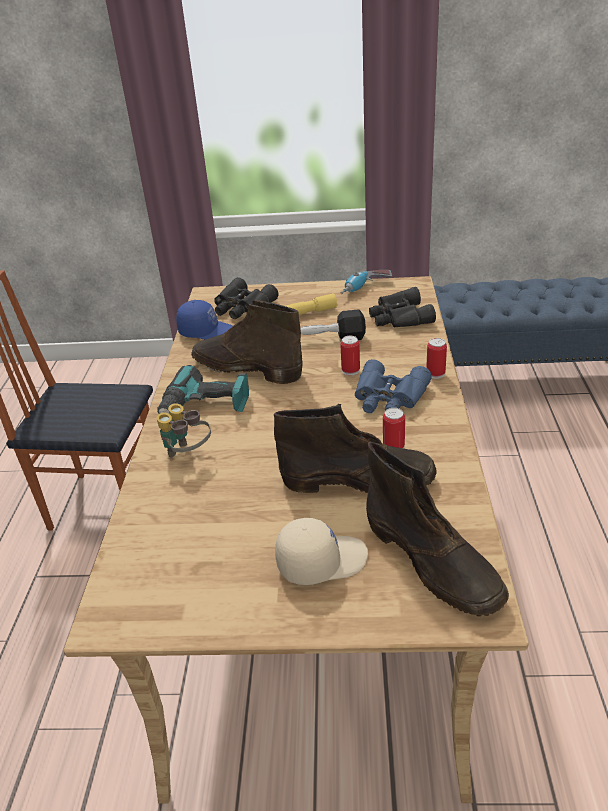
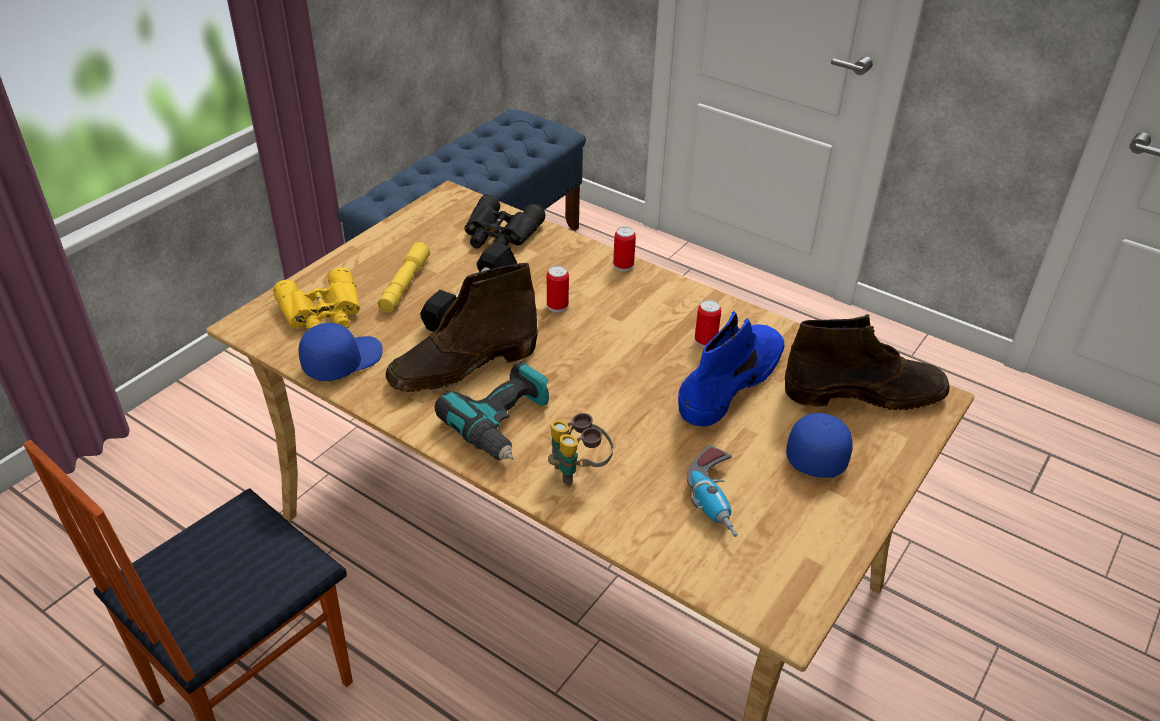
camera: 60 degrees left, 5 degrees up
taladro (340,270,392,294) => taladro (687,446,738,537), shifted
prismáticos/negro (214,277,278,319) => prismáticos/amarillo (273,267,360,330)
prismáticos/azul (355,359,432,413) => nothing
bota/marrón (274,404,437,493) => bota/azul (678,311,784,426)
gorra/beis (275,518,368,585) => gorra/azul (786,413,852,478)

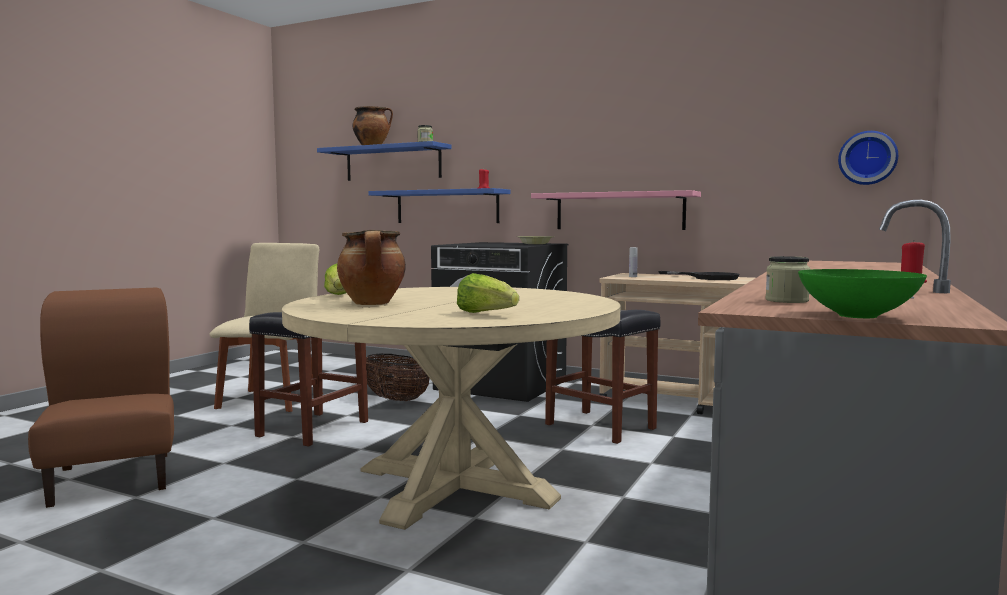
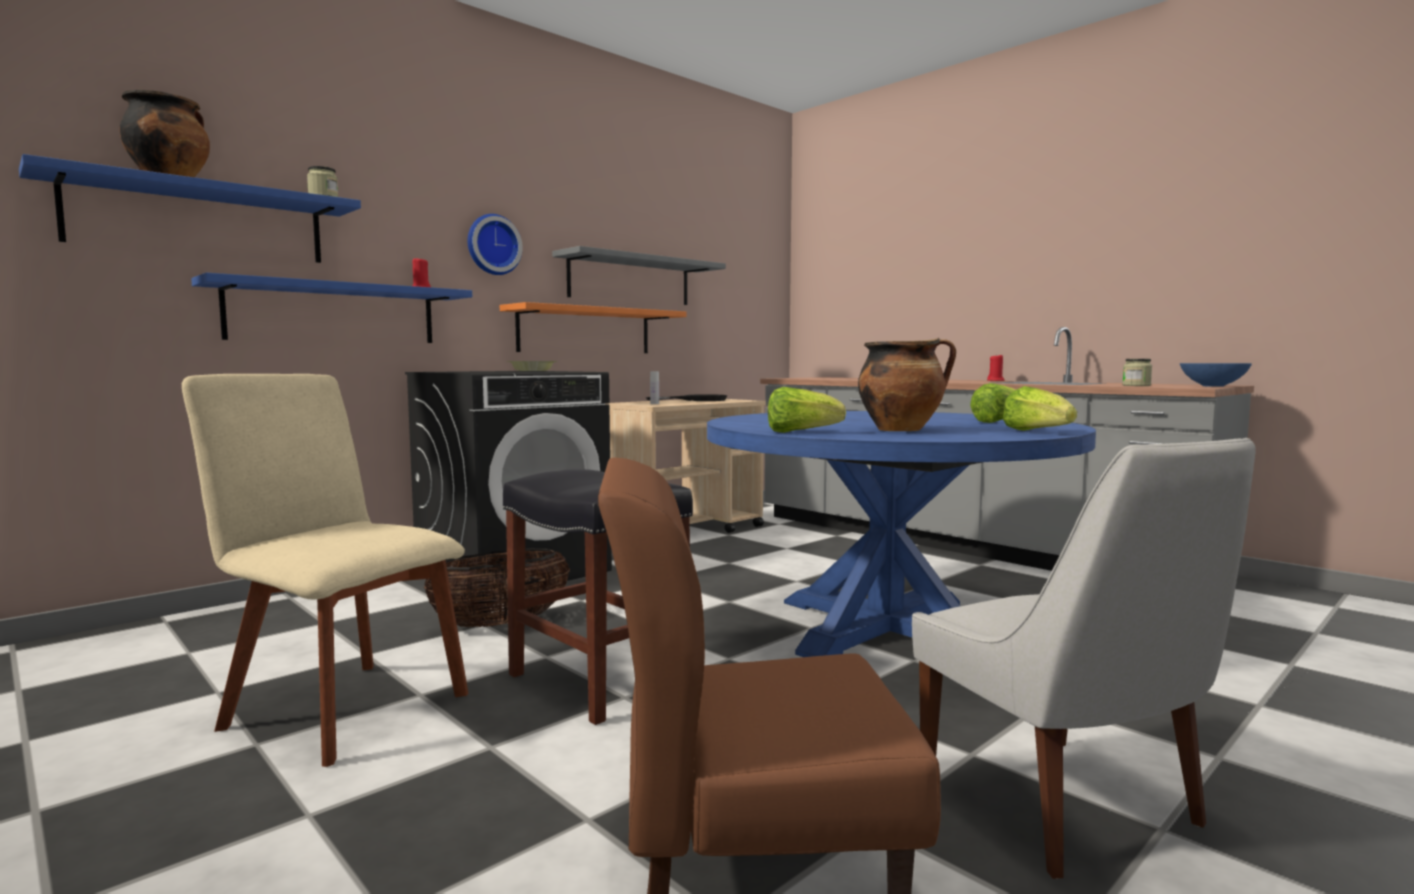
camera: 70 degrees left, 0 degrees up
reloj de pared (838,131,898,185) => reloj de pared (468,214,523,275), shifted
estante/rosa (531,190,701,230) => estante/naranja (500,302,687,353)
cuenco/verde (798,269,927,318) => cuenco/azul (1180,363,1252,387)
mesa de comedor/beis (282,287,620,530) => mesa de comedor/azul (707,411,1096,657)
taburete/negro (545,310,660,444) => nothing
nothing => estante/gris (552,246,726,305)
nothing => lechuga (1003,386,1077,431)
nothing => silla/blanco (912,438,1256,879)

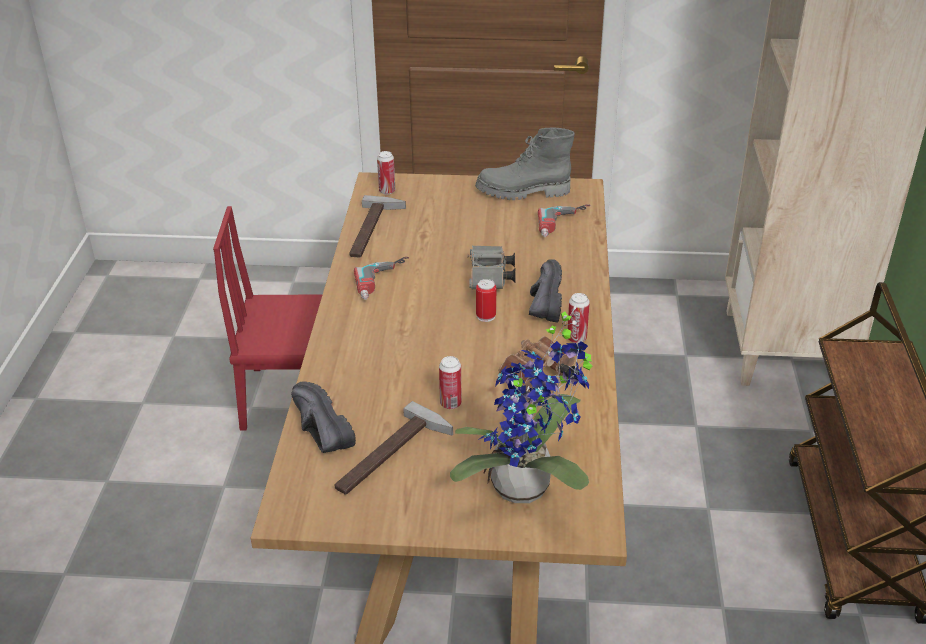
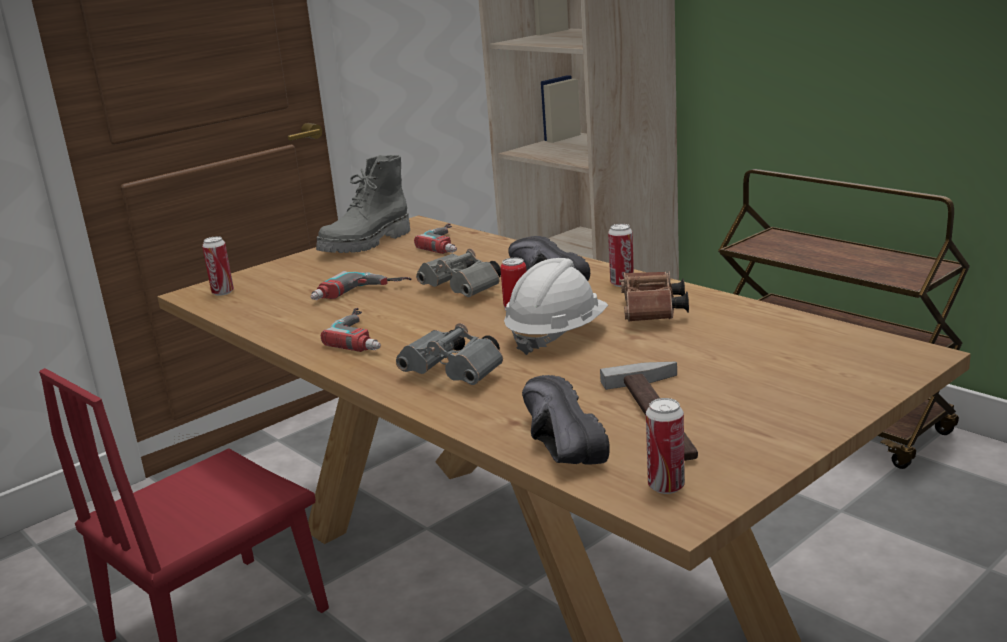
camera: 45 degrees left, 15 degrees down
martillo (349,195,406,258) => nothing
planta en maceta (450,305,592,503) => nothing
lata (439,356,462,409) => lata (646,398,685,494), shifted
zapato/negro (291,381,356,453) => zapato/negro (522,375,610,465), 60 degrees clockwise
nothing => casco/blanco (504,258,608,355)
nothing => taladro (310,271,411,300)
nothing => prismáticos/gris (396,323,503,385)

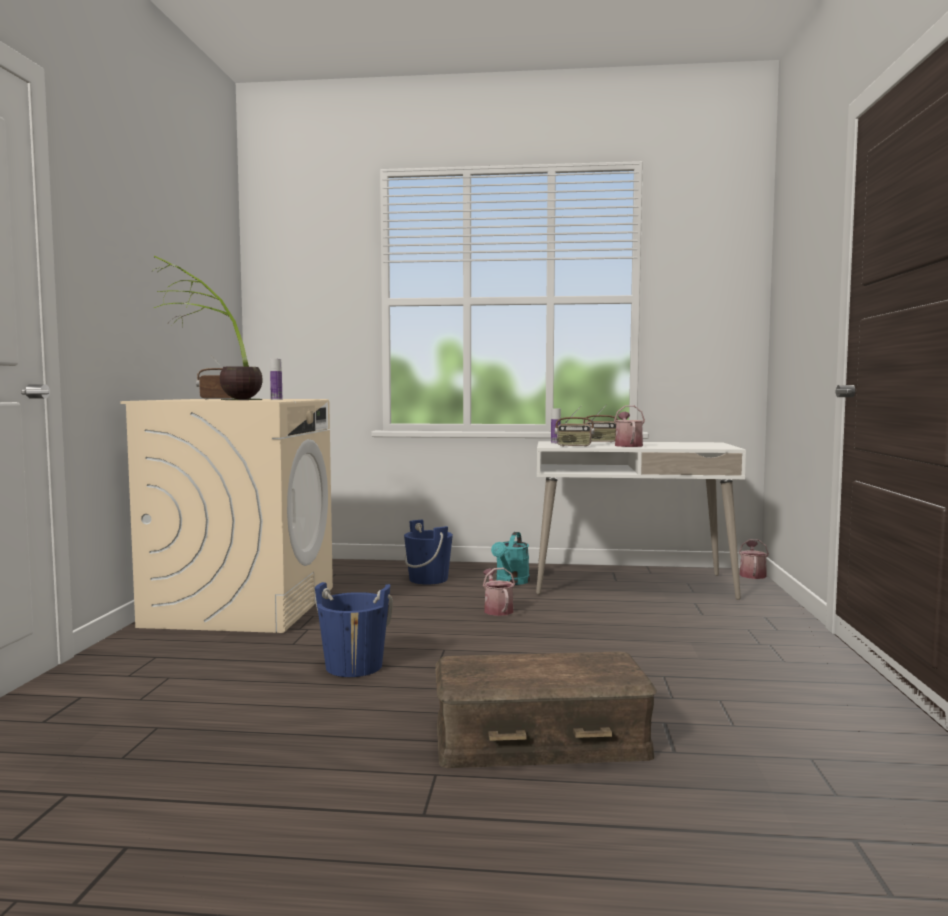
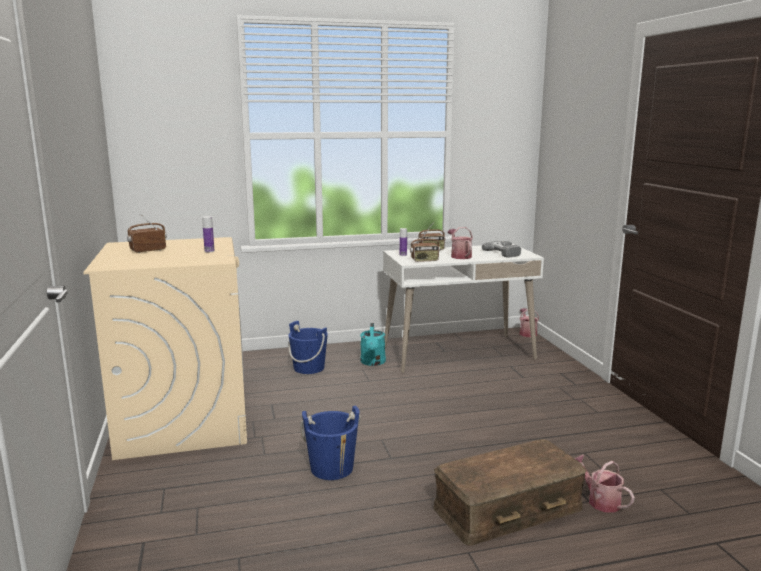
camera: 20 degrees left, 10 degrees up
planta en maceta (154,256,263,400) => nothing
regadera (483,568,515,616) => regadera (574,455,635,513), shifted
nothing => taladro (482,241,521,258)

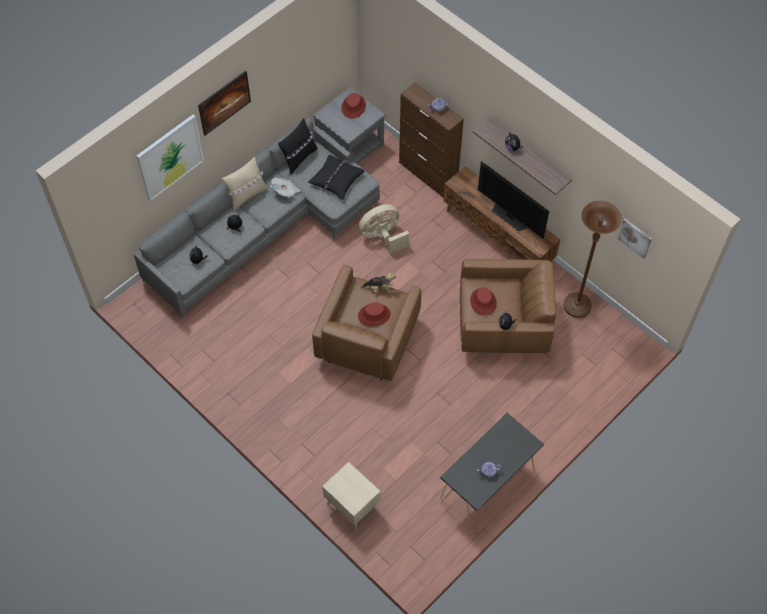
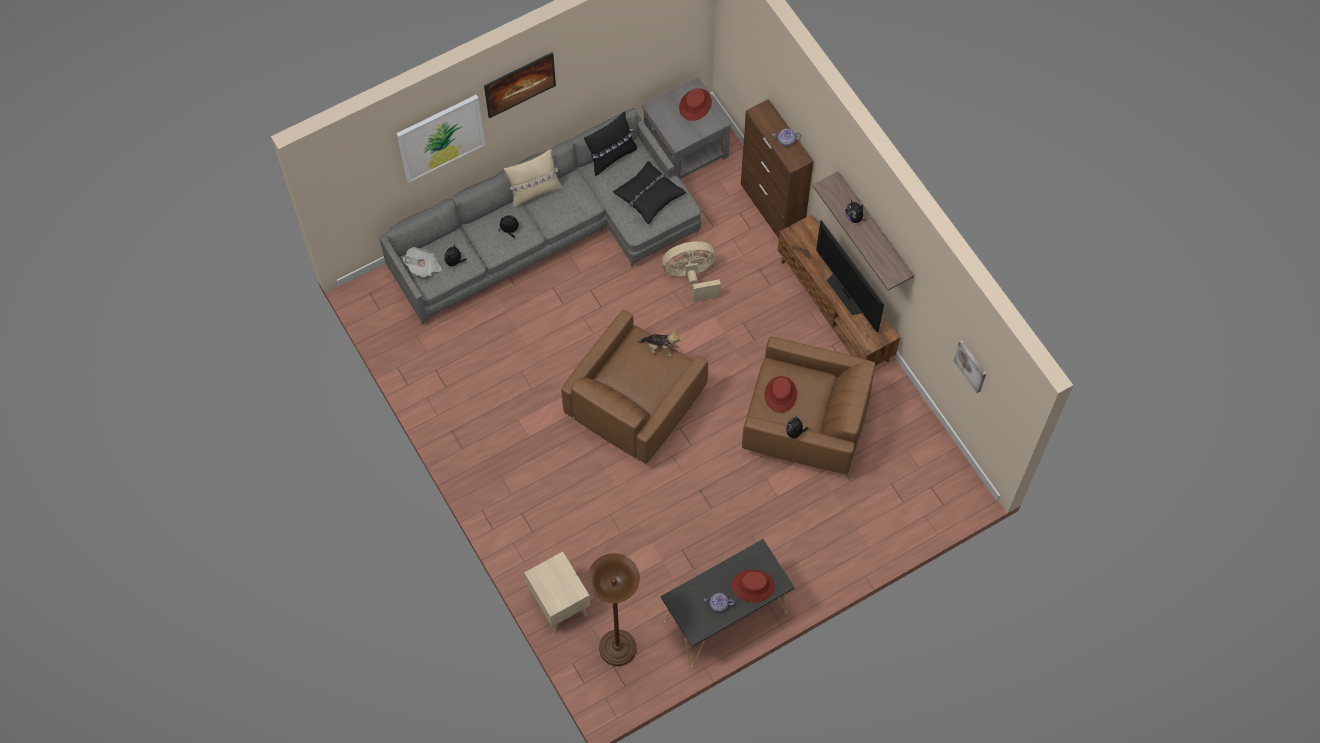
camera: 15 degrees right, 5 degrees up
periódico (270,177,300,197) => periódico (403,247,442,278), shifted
lámpara de pie/marrón (564,201,622,318) => lámpara de pie/marrón (587,553,640,666), shifted
sombrero/rojo (358,302,391,327) => sombrero/rojo (732,570,775,602), shifted

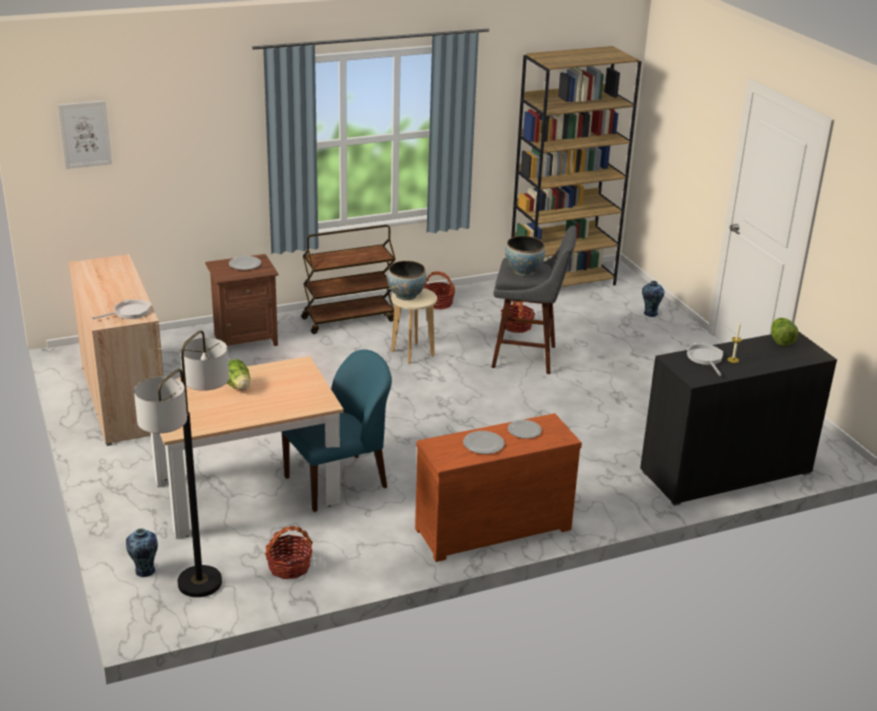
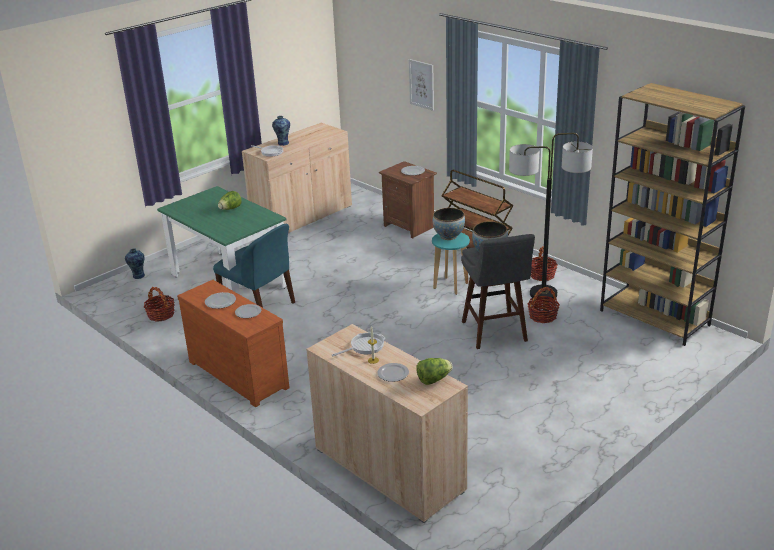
camera: 70 degrees right, 0 degrees up
cuadro (58,101,112,169) => cuadro (409,59,434,111), shifted
florero (642,281,664,317) => florero (272,116,290,146), shifted
taburete/beis (391,288,437,364) => taburete/turquesa (432,233,470,295)
lámpara de pie (134,330,229,597) => lámpara de pie (509,133,593,298), shifted
armario/negro (640,331,837,506) => armario/beis (306,324,468,523)
mesa de comedor/beis (151,356,344,538) => mesa de comedor/verde (157,186,287,295)
nothing => plato (377,363,409,382)

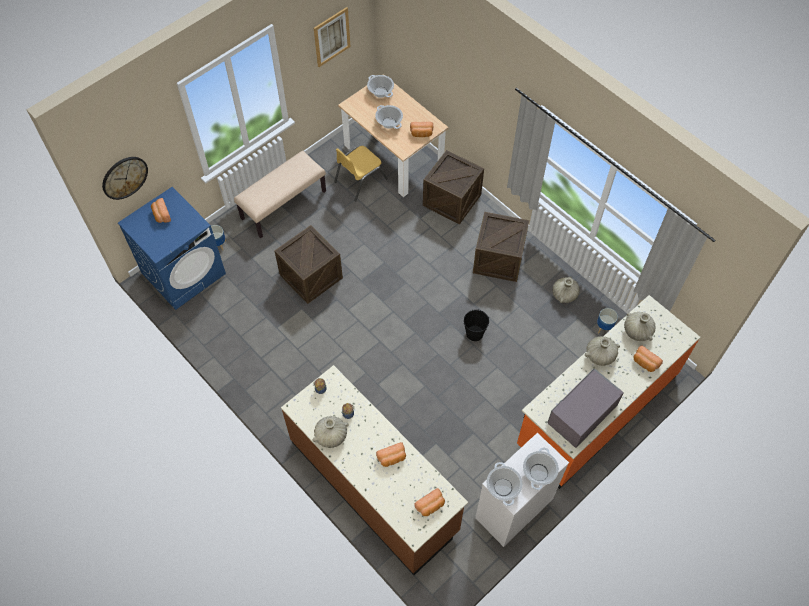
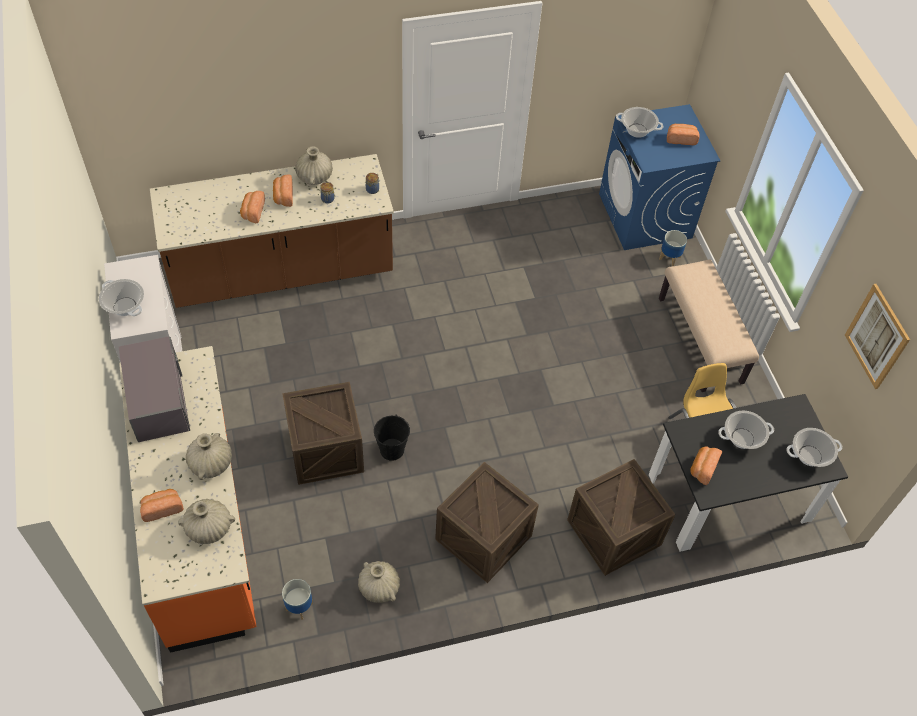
camera: 115 degrees right, 5 degrees down
mesa de comedor/beis (338,74,448,197) => mesa de comedor/negro (649,394,848,552)
reloj de pared (102,157,148,200) => nothing
caja de embalaje (274,225,343,304) => caja de embalaje (282,382,364,485), shifted
olla (486,462,523,506) => olla (616,107,663,138), shifted
pan (414,488,445,516) => pan (273,174,293,207), shifted

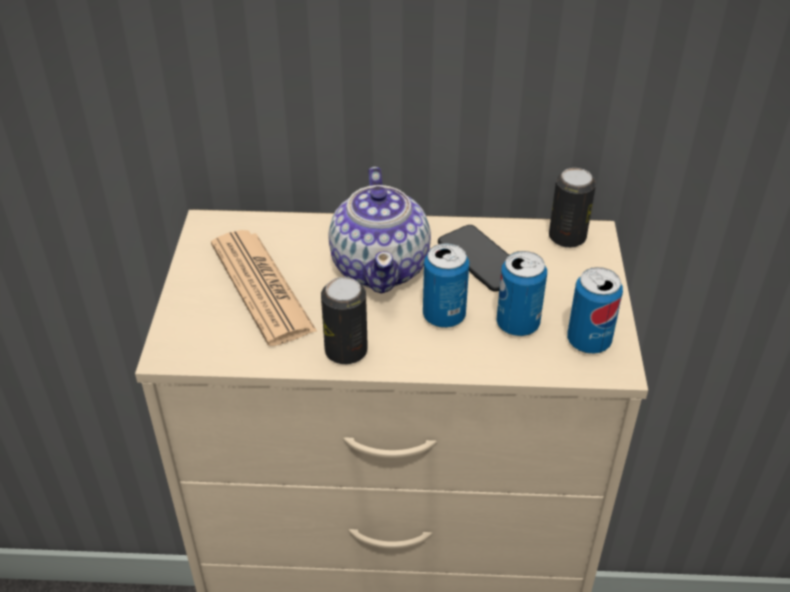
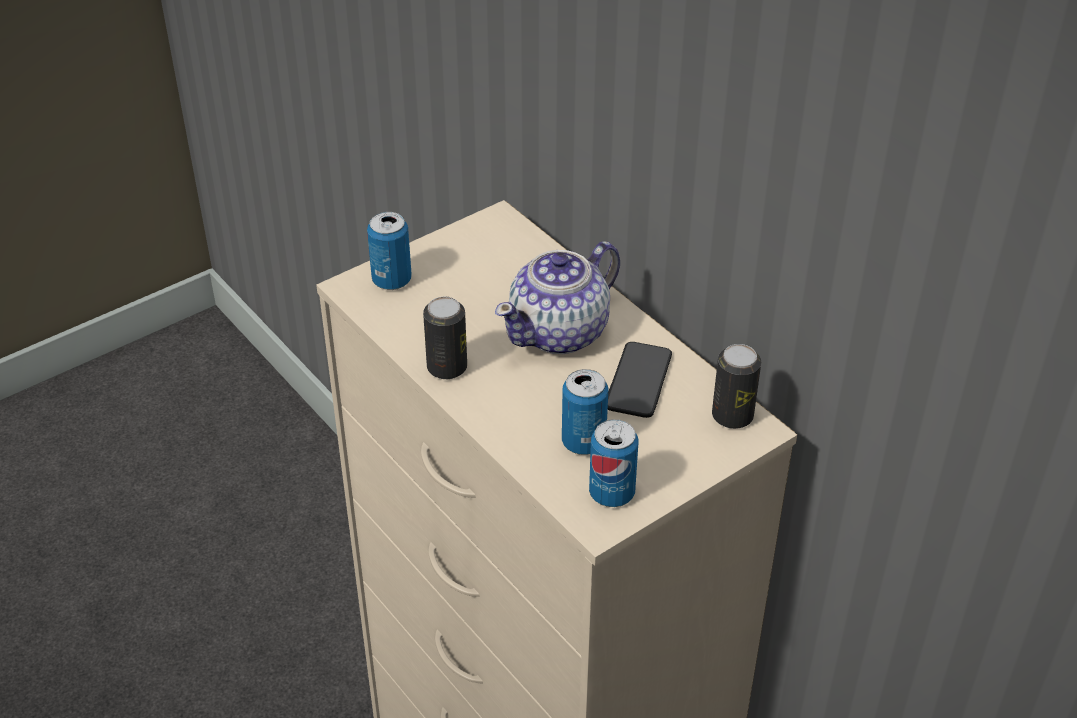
camera: 50 degrees right, 0 degrees up
periódico (211,230,317,346) => nothing
lata (423,243,469,328) => lata (367,212,412,290), shifted

